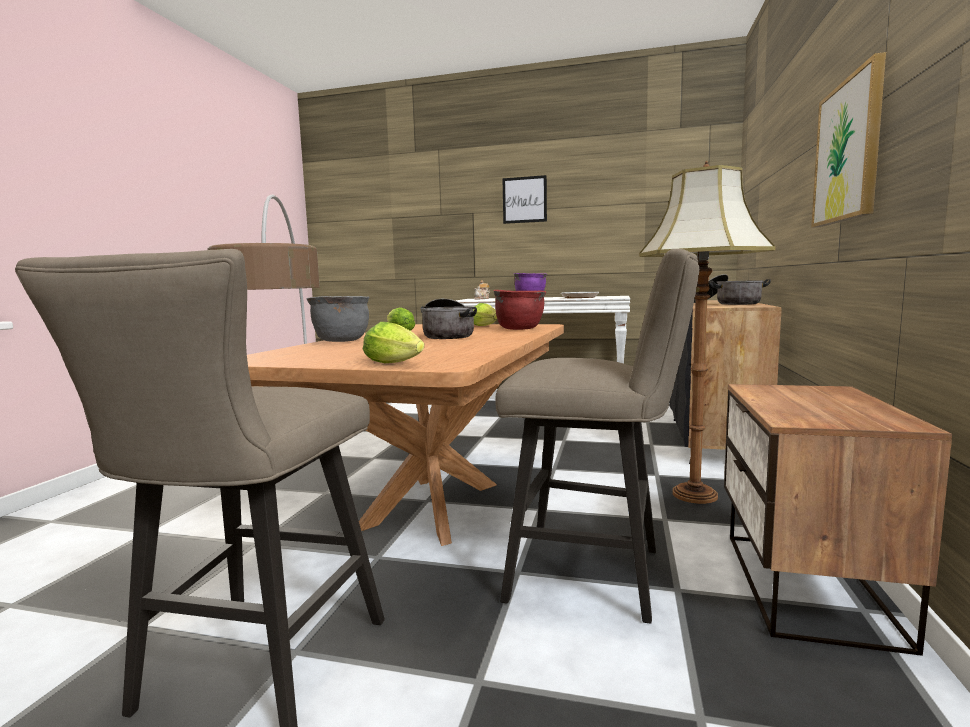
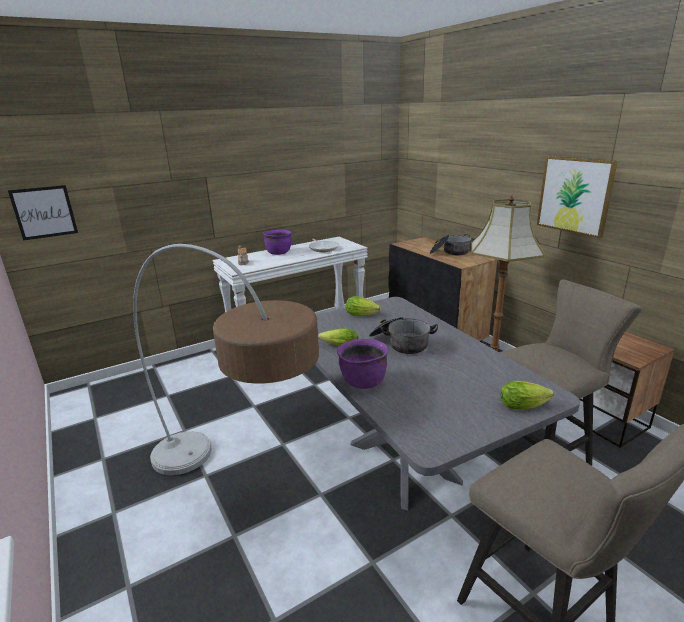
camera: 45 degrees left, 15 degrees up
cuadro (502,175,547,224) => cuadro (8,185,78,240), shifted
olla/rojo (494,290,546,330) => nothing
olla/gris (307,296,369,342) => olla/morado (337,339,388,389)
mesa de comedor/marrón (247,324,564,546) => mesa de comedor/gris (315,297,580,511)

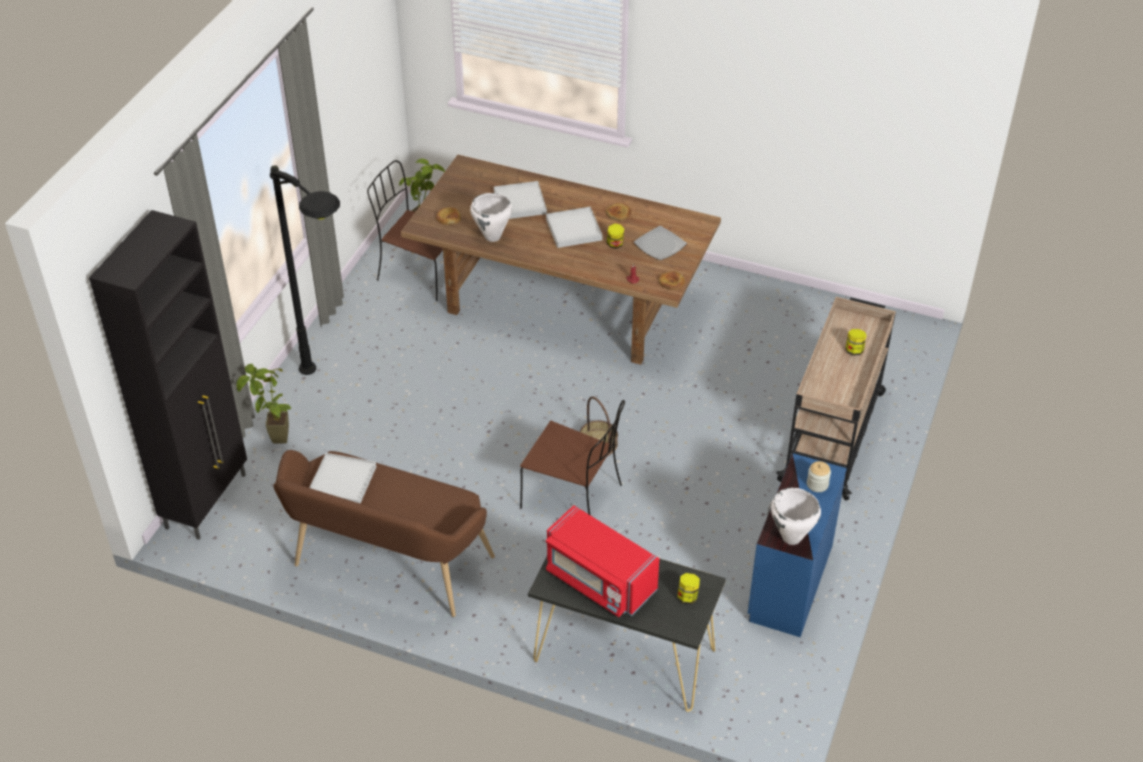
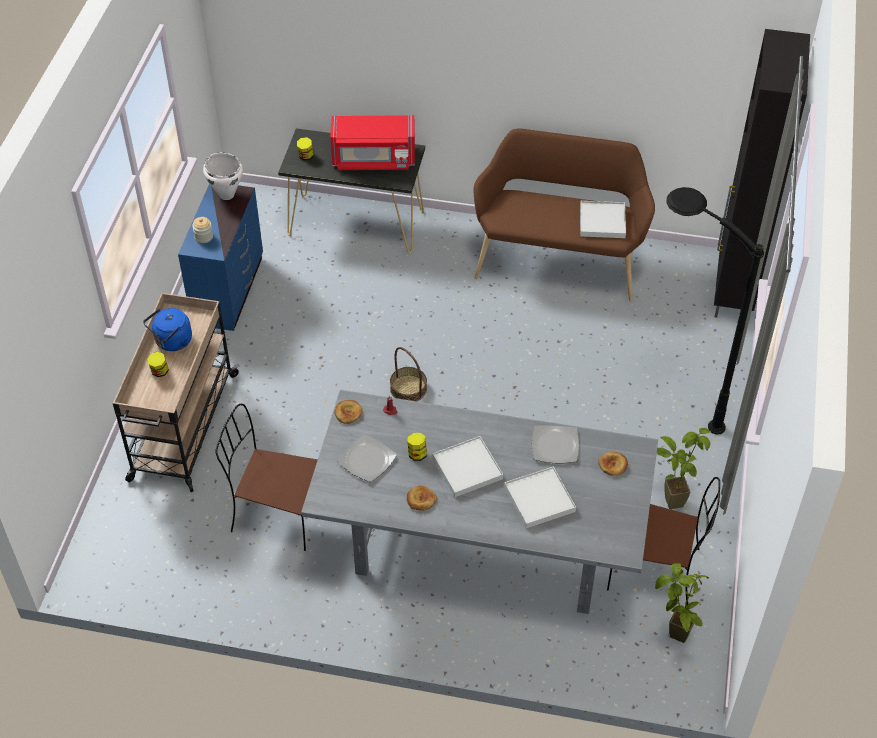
camera: 170 degrees right, 5 degrees up
mesa de comedor/marrón (401,155,721,365) => mesa de comedor/gris (301,390,658,614)
olla/blanco (470,193,512,242) => plato (532,426,579,463)
planta en maceta (237,364,291,444) => planta en maceta (657,428,711,509), shifted
silla/marrón (520,400,625,515) => silla/marrón (215,404,318,551), shifted
microondas/rojo (546,505,659,617) => microondas/rojo (330,115,415,170), 150 degrees clockwise
nothing => hervidor/azul (143,308,192,351)

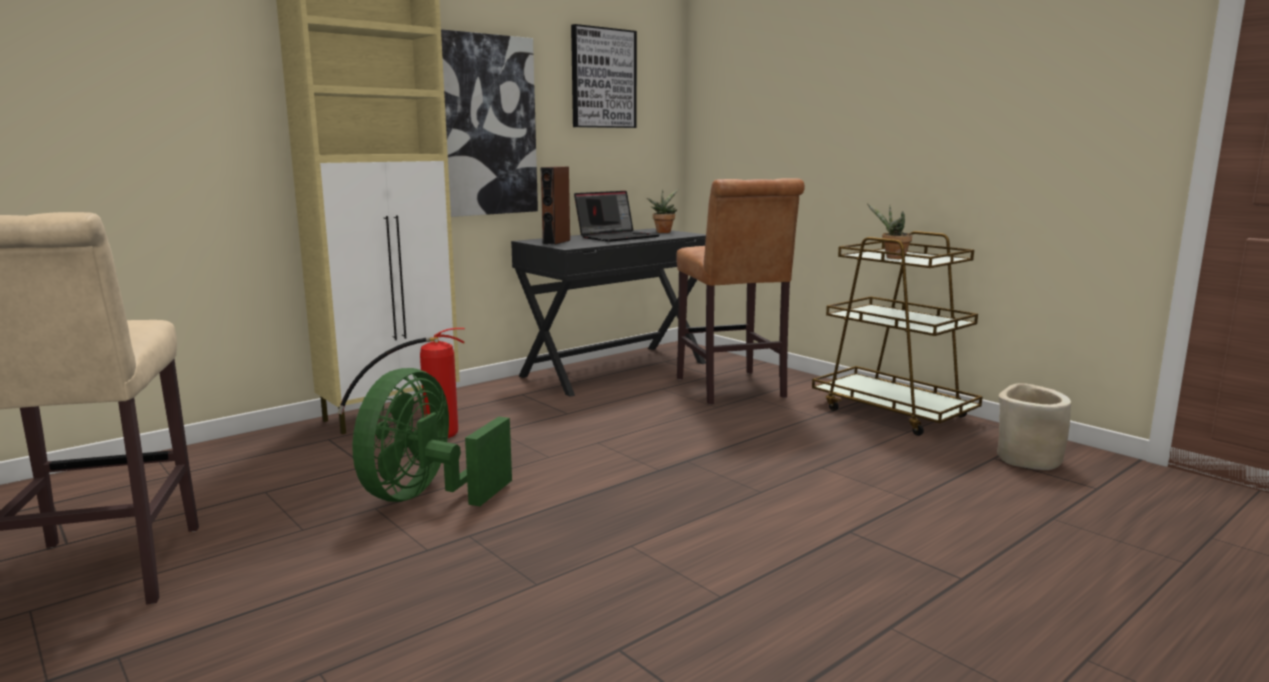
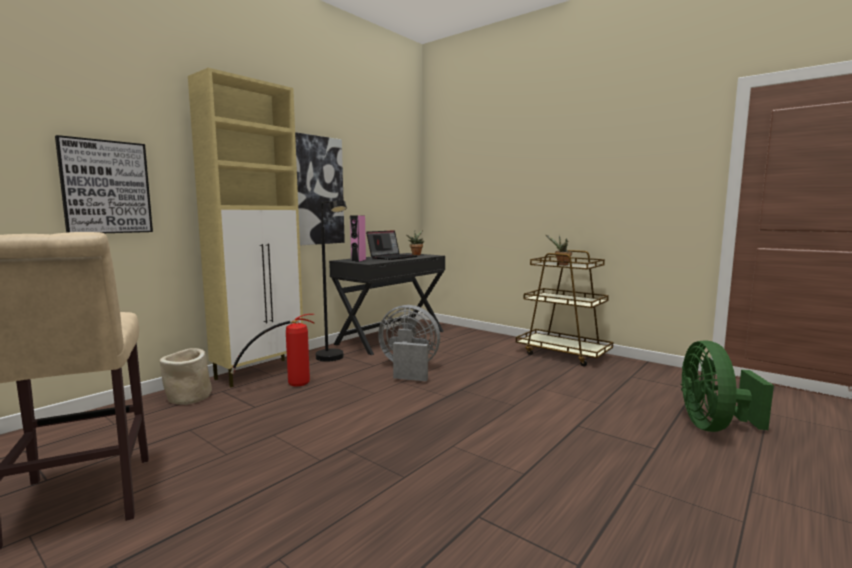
camera: 10 degrees left, 5 degrees down
cuadro (571,24,637,128) => cuadro (55,135,153,233), shifted
altavoz/marrón (541,166,570,245) => altavoz/rosa (350,215,366,262)
taburete/marrón (676,178,805,405) => nothing
ventilador/verde (352,368,512,506) => ventilador/verde (681,341,774,432), shifted
maceta/beis (997,383,1071,470) => maceta/beis (160,348,212,405), shifted
nothing => lámpara de pie/negro (316,200,347,361)
nothing => ventilador/gris (378,305,440,381)

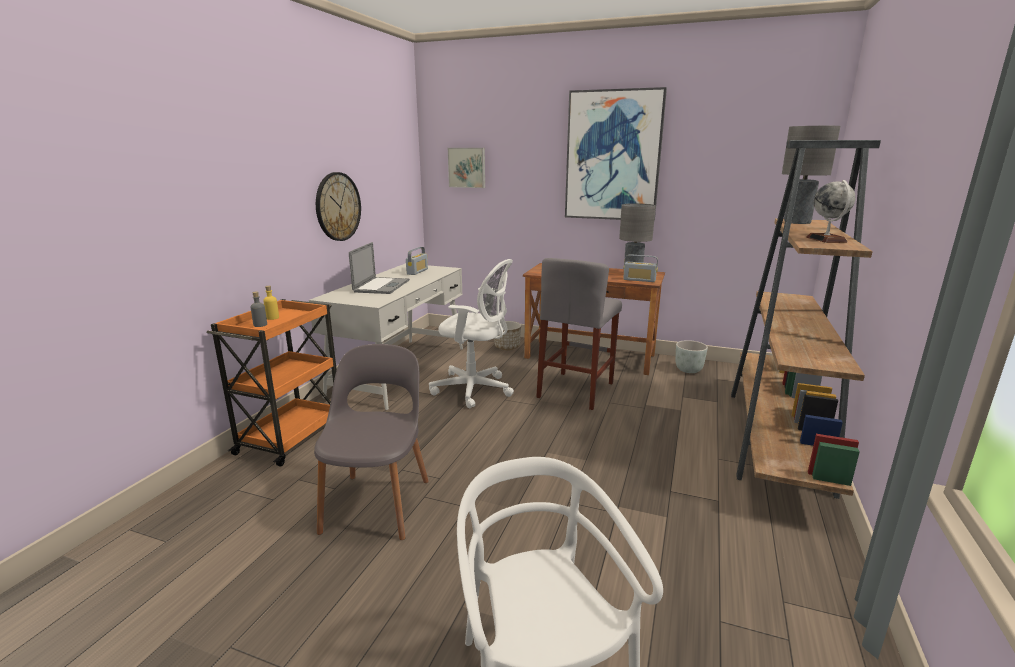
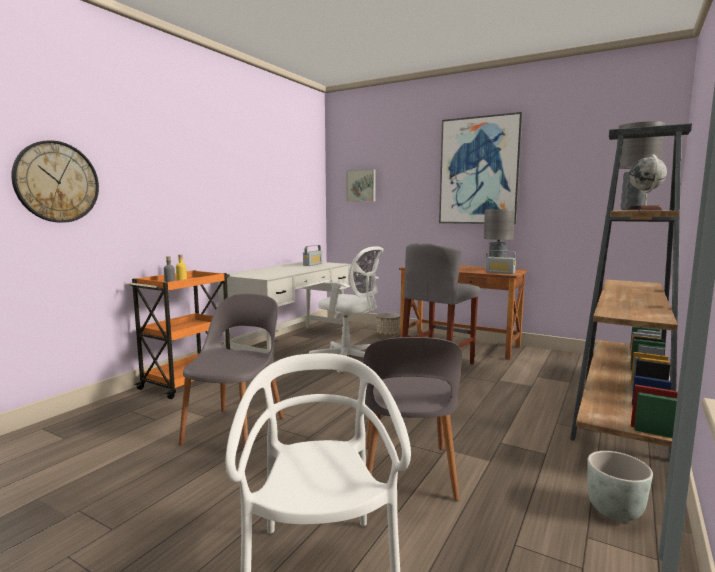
camera: 10 degrees right, 10 degrees down
reloj de pared (316,172,361,241) => reloj de pared (11,140,99,223), shifted
portátil (349,242,410,294) => nothing
maceta/gris (676,340,708,373) => maceta/gris (587,451,653,521), shifted
nothing => silla/gris (363,337,462,501)

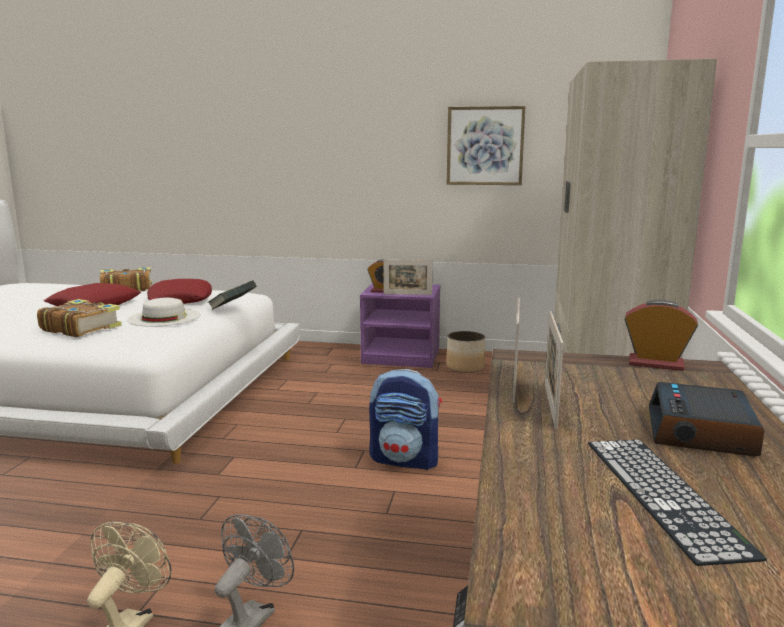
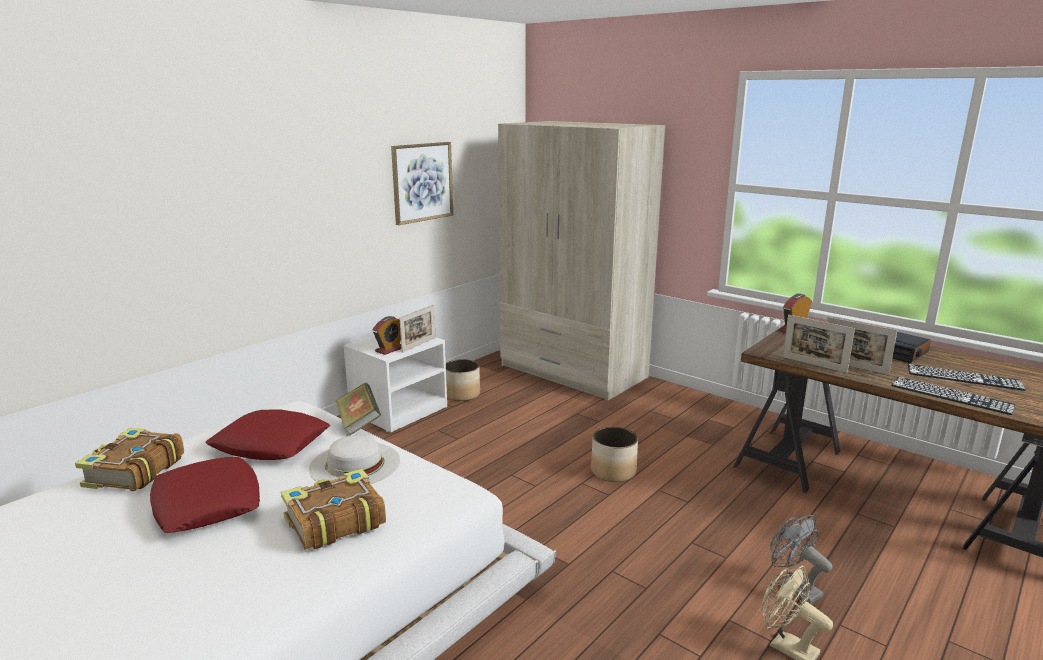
camera: 60 degrees left, 5 degrees up
mesita de noche/morado (360,283,440,368) => mesita de noche/blanco (343,335,447,432)
mochila (369,369,442,470) => maceta (591,427,638,482)
nothing => teclado (891,377,1016,415)

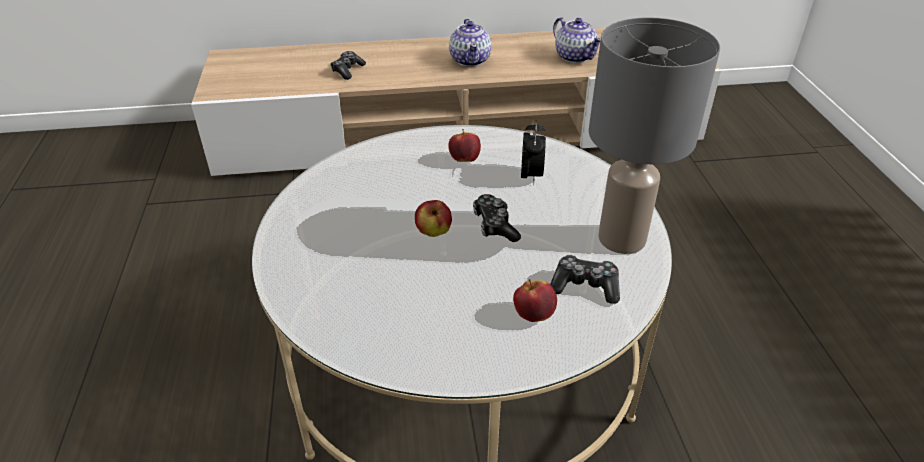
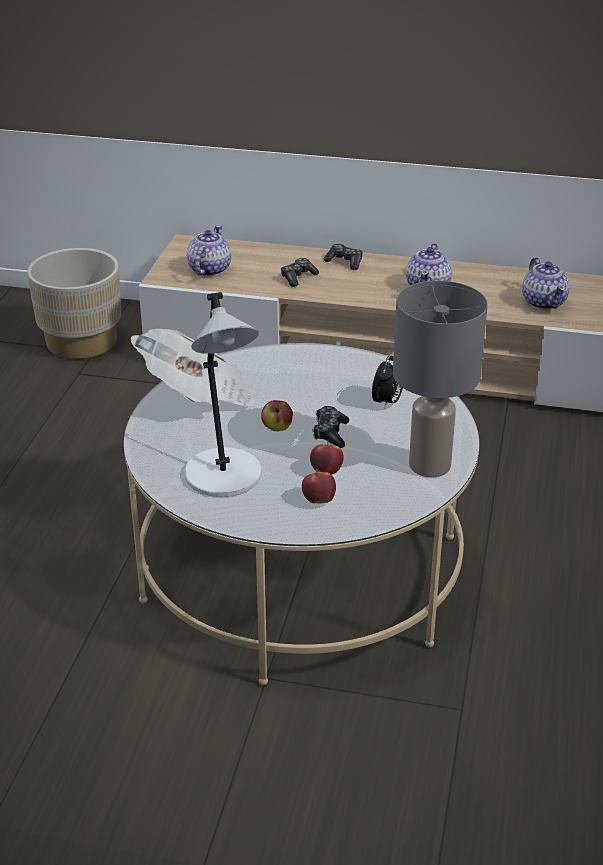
camera: 20 degrees right, 5 degrees down
manzana (448,129,481,162) => manzana (310,440,344,475), shifted
mando de consola (550,255,620,304) => mando de consola (324,244,363,270), shifted
nothing => tetera (187,225,231,276)
nothing => maceta/beis (27,248,121,359)
nothing => lámpara de mesa/gris (184,292,262,497)
nothing => periódico (131,329,256,407)

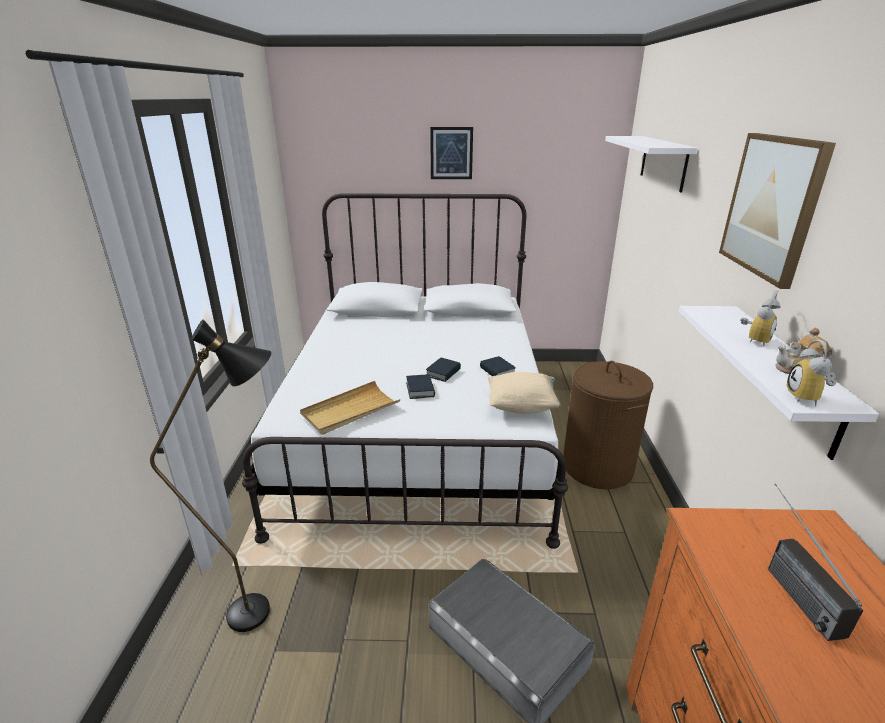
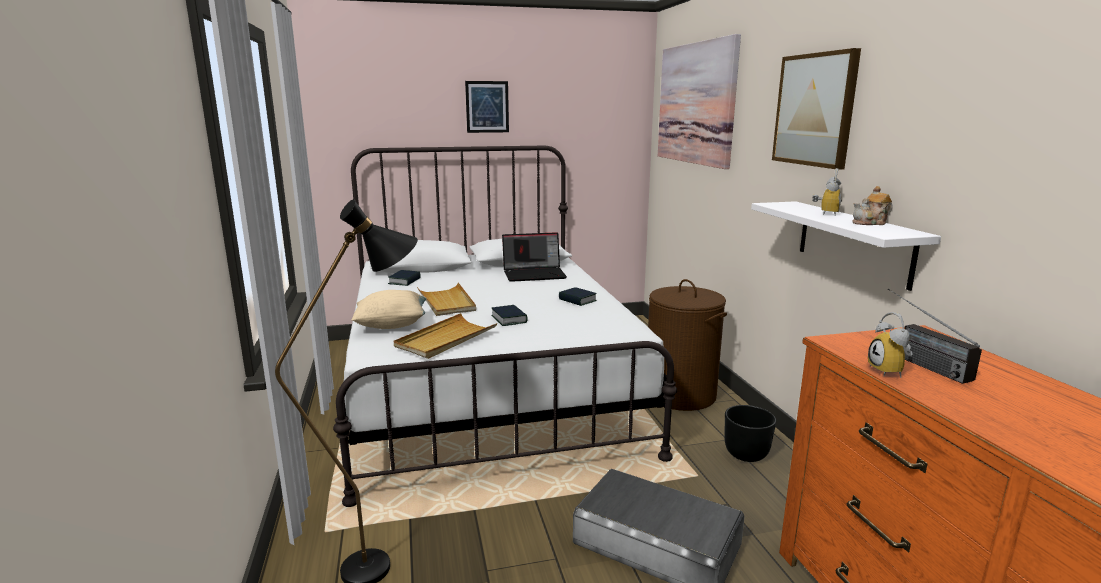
camera: 15 degrees left, 10 degrees down
estante/blanco (605,136,698,193) => cuadro (658,34,741,169)
despertador (787,340,836,406) => despertador (868,312,913,378), shifted
libro (426,358,461,382) => libro (388,270,421,286), shifted
cojín/beis (488,372,561,413) => cojín/beis (351,290,427,329), shifted
nothing => portátil (502,232,567,282)
nothing => bandeja/beis (417,283,476,316)
nothing => maceta/negro (725,405,776,462)

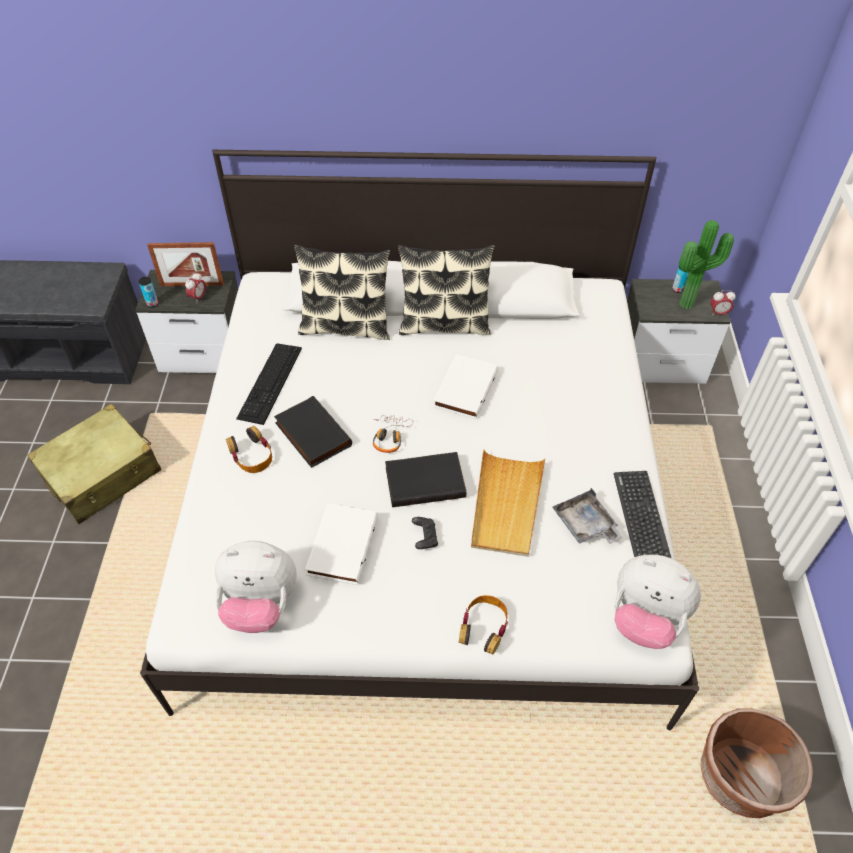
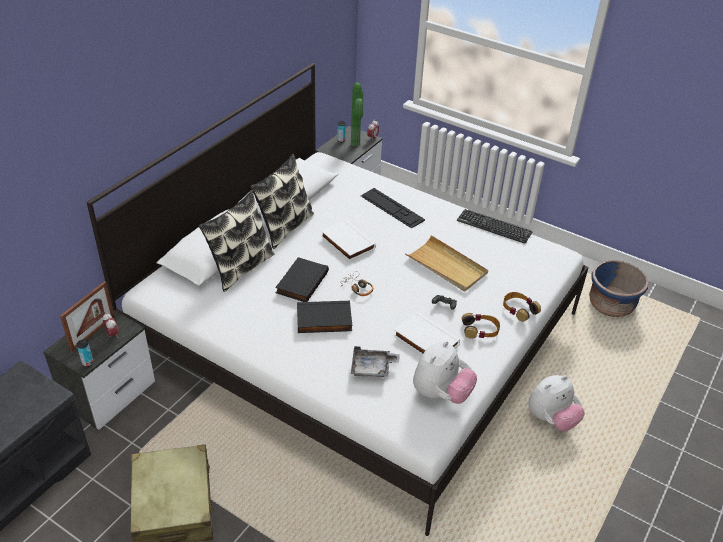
camera: 60 degrees left, 10 degrees down
teclado (236,343,302,425) => teclado (361,188,425,228), shifted
auriculares (226,426,272,473) => auriculares (462,313,500,339), shifted
libro/negro (385,452,466,507) => libro/negro (275,257,329,302), shifted
bandeja/gris (553,488,623,544) => bandeja/gris (351,346,400,377), shifted
peluche (614,555,701,649) => peluche (528,375,585,431), shifted
maceta/marrón (701,709,813,818) => maceta/azul (589,260,648,317)

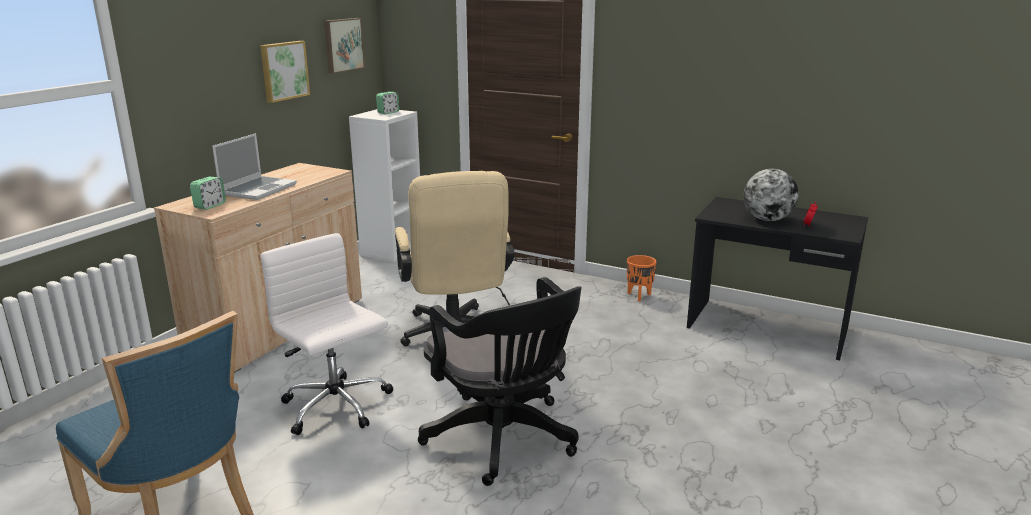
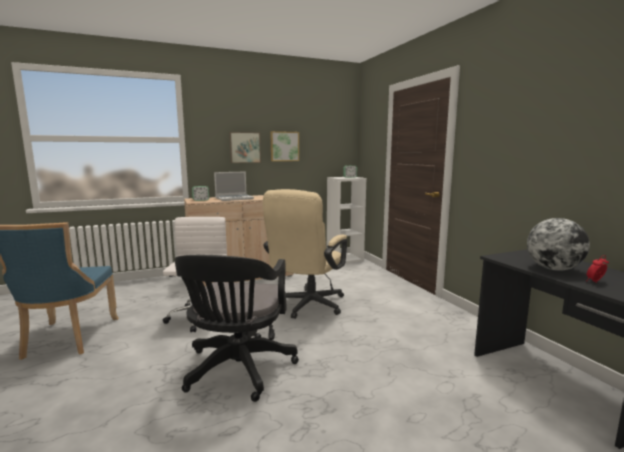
camera: 40 degrees right, 10 degrees down
cuadro (324,18,365,74) => cuadro (229,132,261,163), shifted
maceta/naranja (627,255,656,302) => nothing

